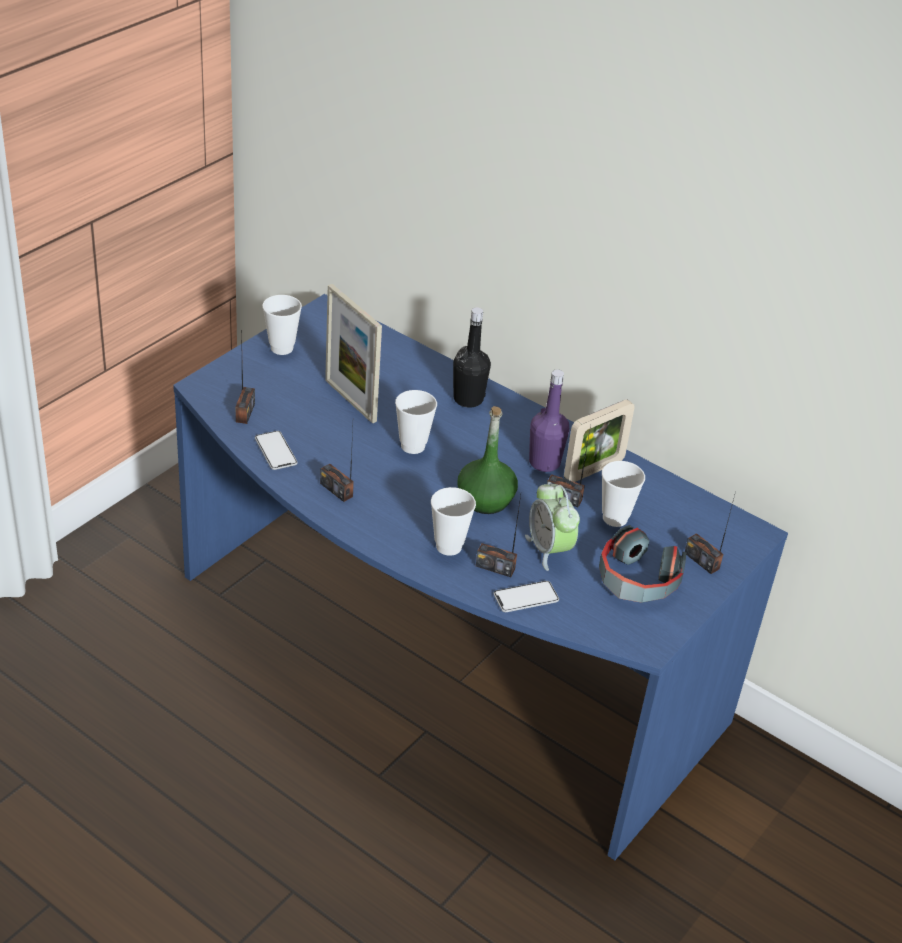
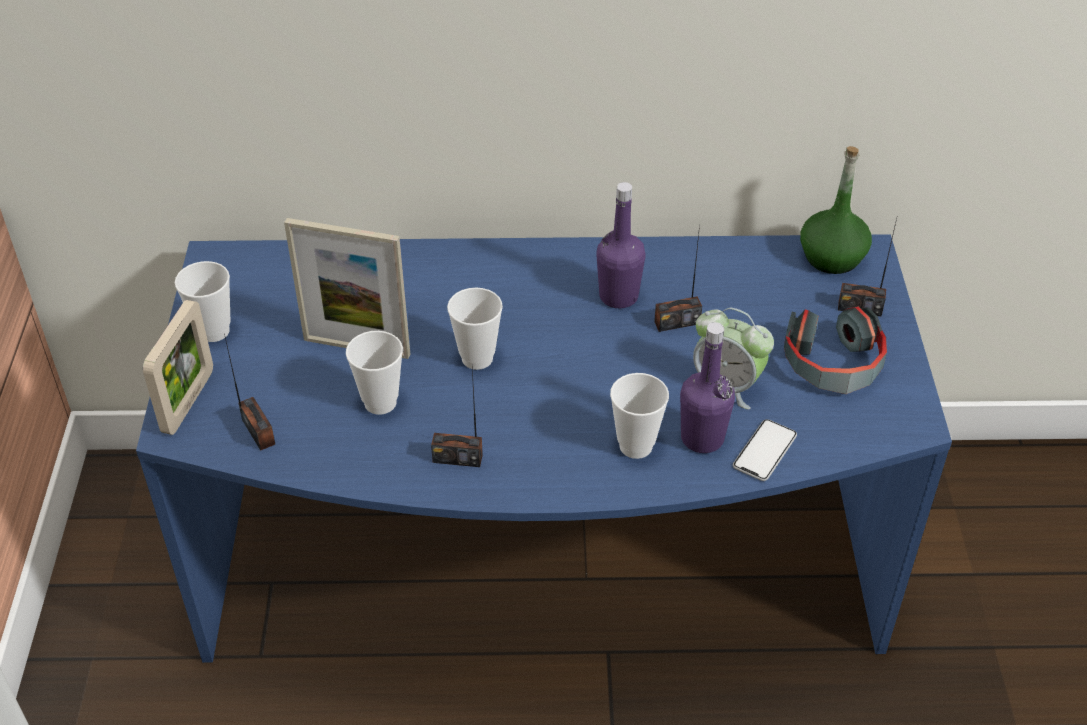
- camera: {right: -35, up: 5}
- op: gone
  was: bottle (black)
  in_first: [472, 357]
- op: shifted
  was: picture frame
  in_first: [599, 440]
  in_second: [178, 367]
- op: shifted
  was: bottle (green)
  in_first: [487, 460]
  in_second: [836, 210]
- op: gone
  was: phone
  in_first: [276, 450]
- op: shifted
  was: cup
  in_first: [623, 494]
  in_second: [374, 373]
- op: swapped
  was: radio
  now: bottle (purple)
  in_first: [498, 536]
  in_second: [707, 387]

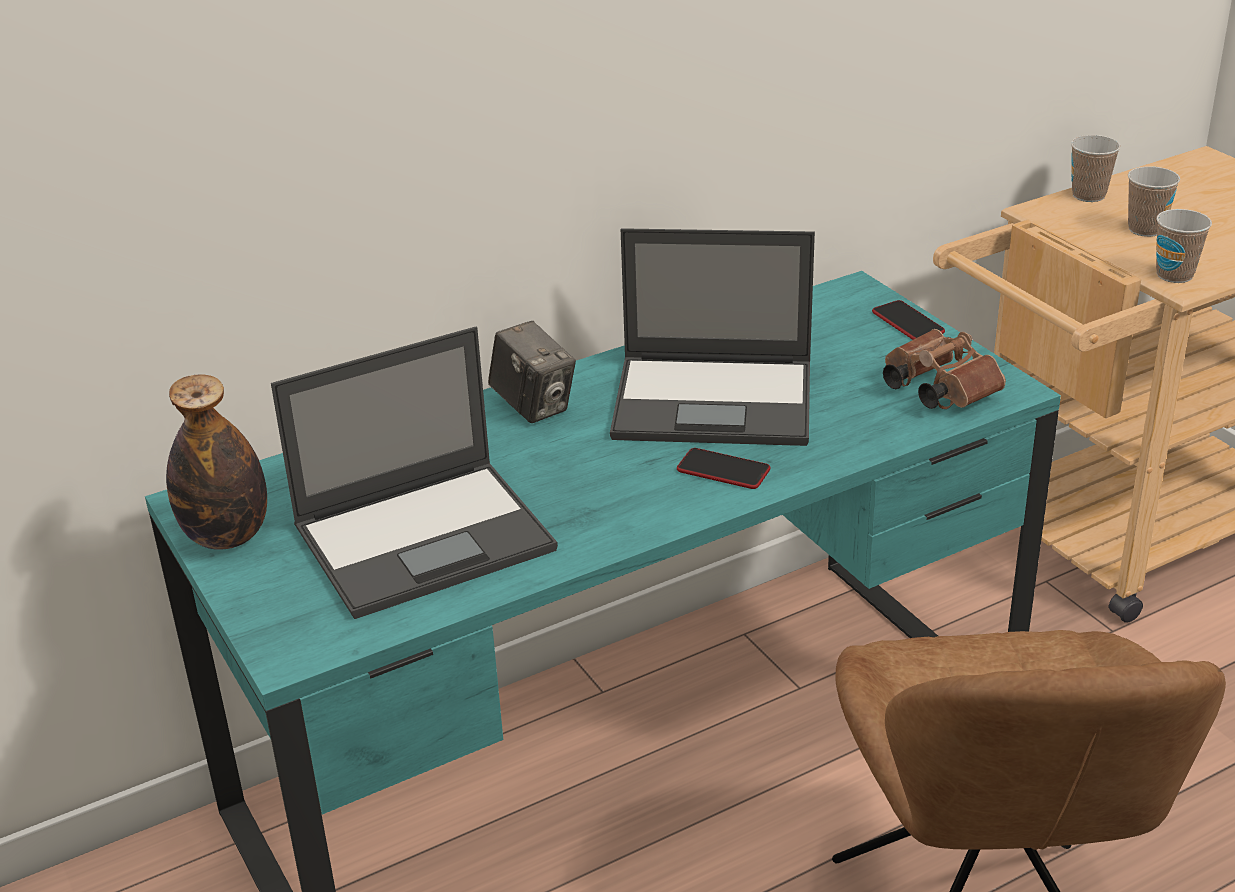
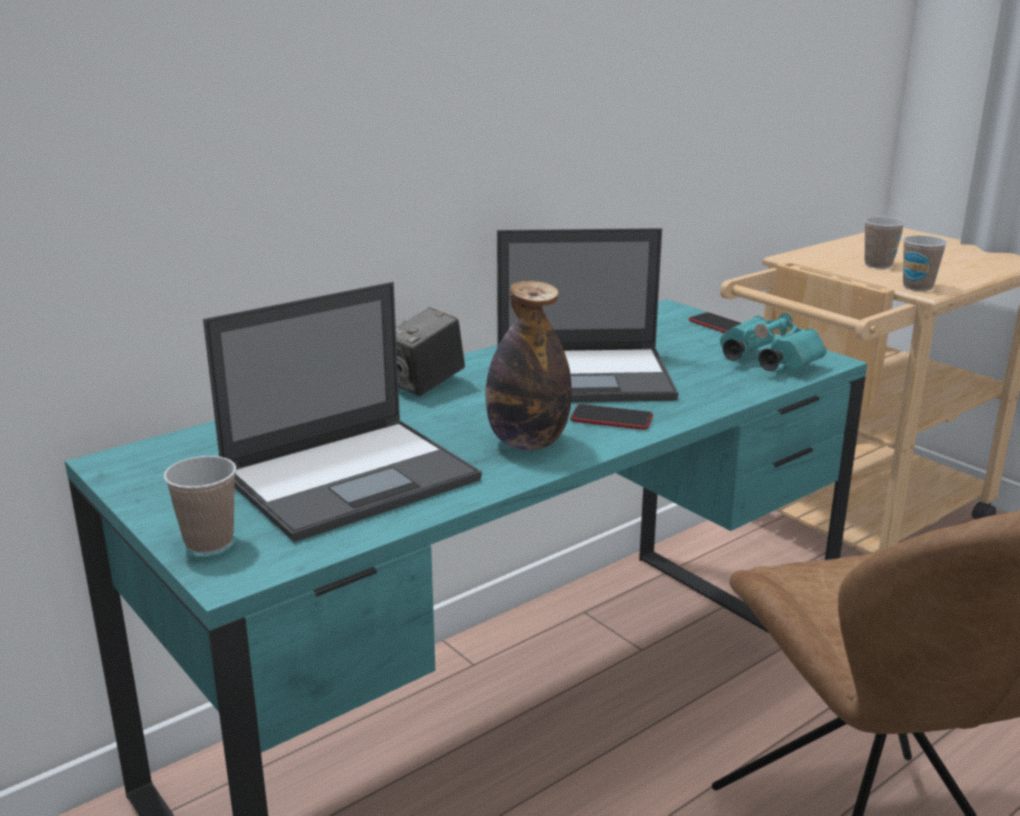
- camera: {right: -10, up: -10}
- op: shifted
  was: cup
  in_first: [1096, 168]
  in_second: [200, 504]
- op: rotated
  was: photo camera
  in_first: [532, 372]
  in_second: [430, 351]
  clockwise: 90
- op: repainted
  was: binoculars (brown)
  now: binoculars (turquoise)
  in_first: [944, 369]
  in_second: [773, 343]
- op: shifted
  was: bottle
  in_first: [216, 462]
  in_second: [528, 365]

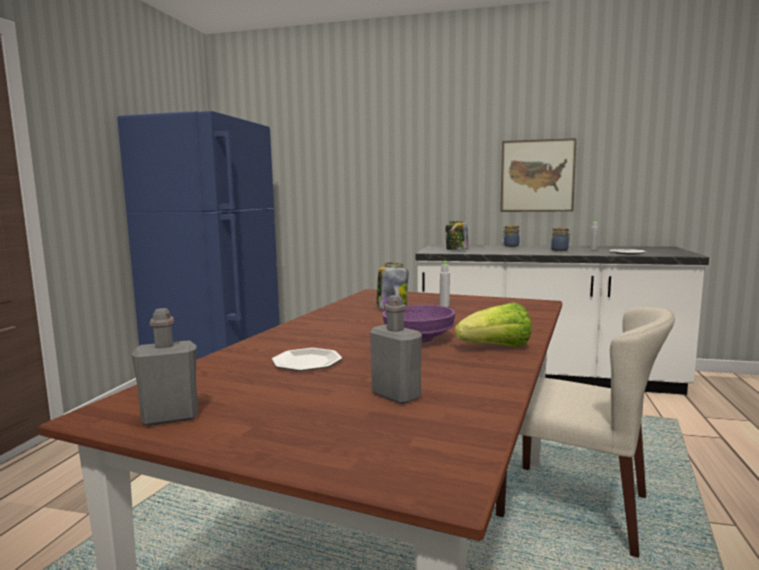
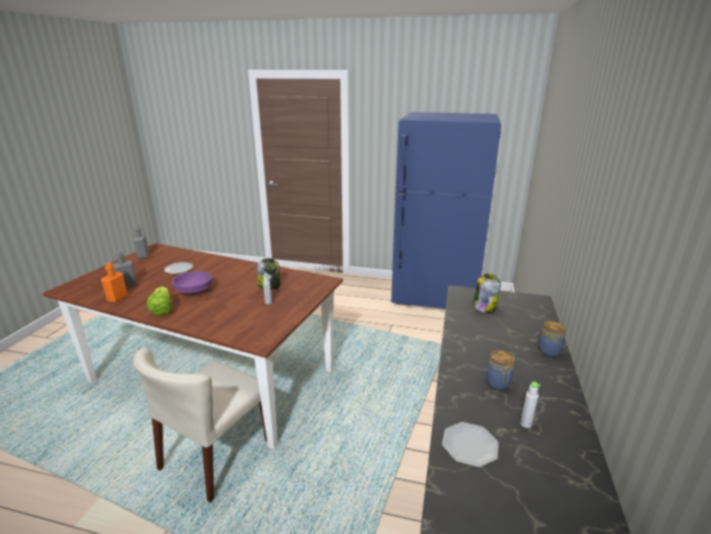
- camera: {right: 90, up: 15}
- op: gone
  was: picture
  in_first: [538, 175]
- op: new
  now: bottle (orange)
  in_second: [114, 283]

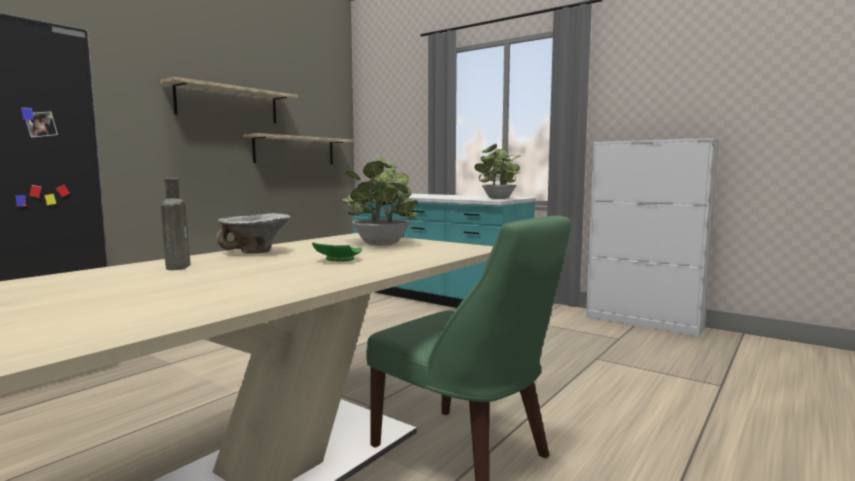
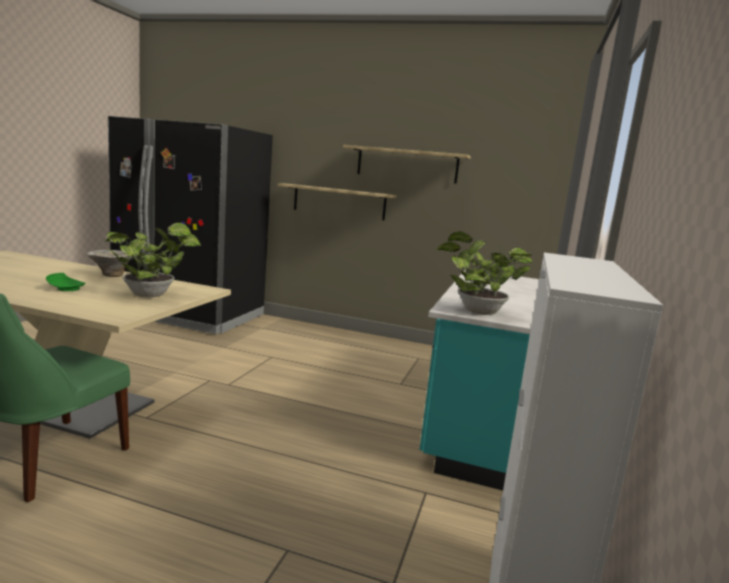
- camera: {right: 70, up: 5}
- op: shifted
  was: shelf
  in_first: [298, 148]
  in_second: [337, 201]
- op: gone
  was: bottle (brown)
  in_first: [176, 224]

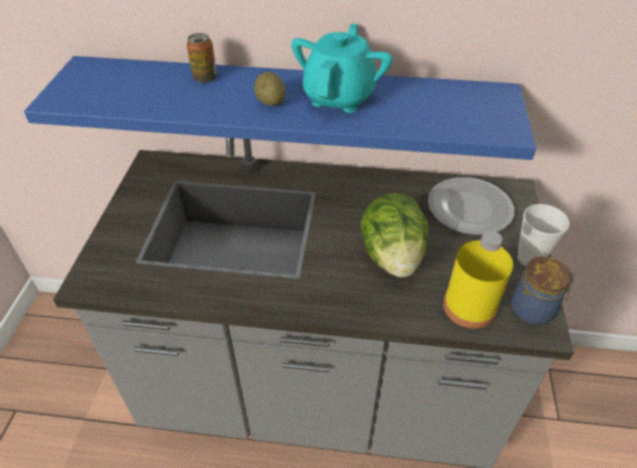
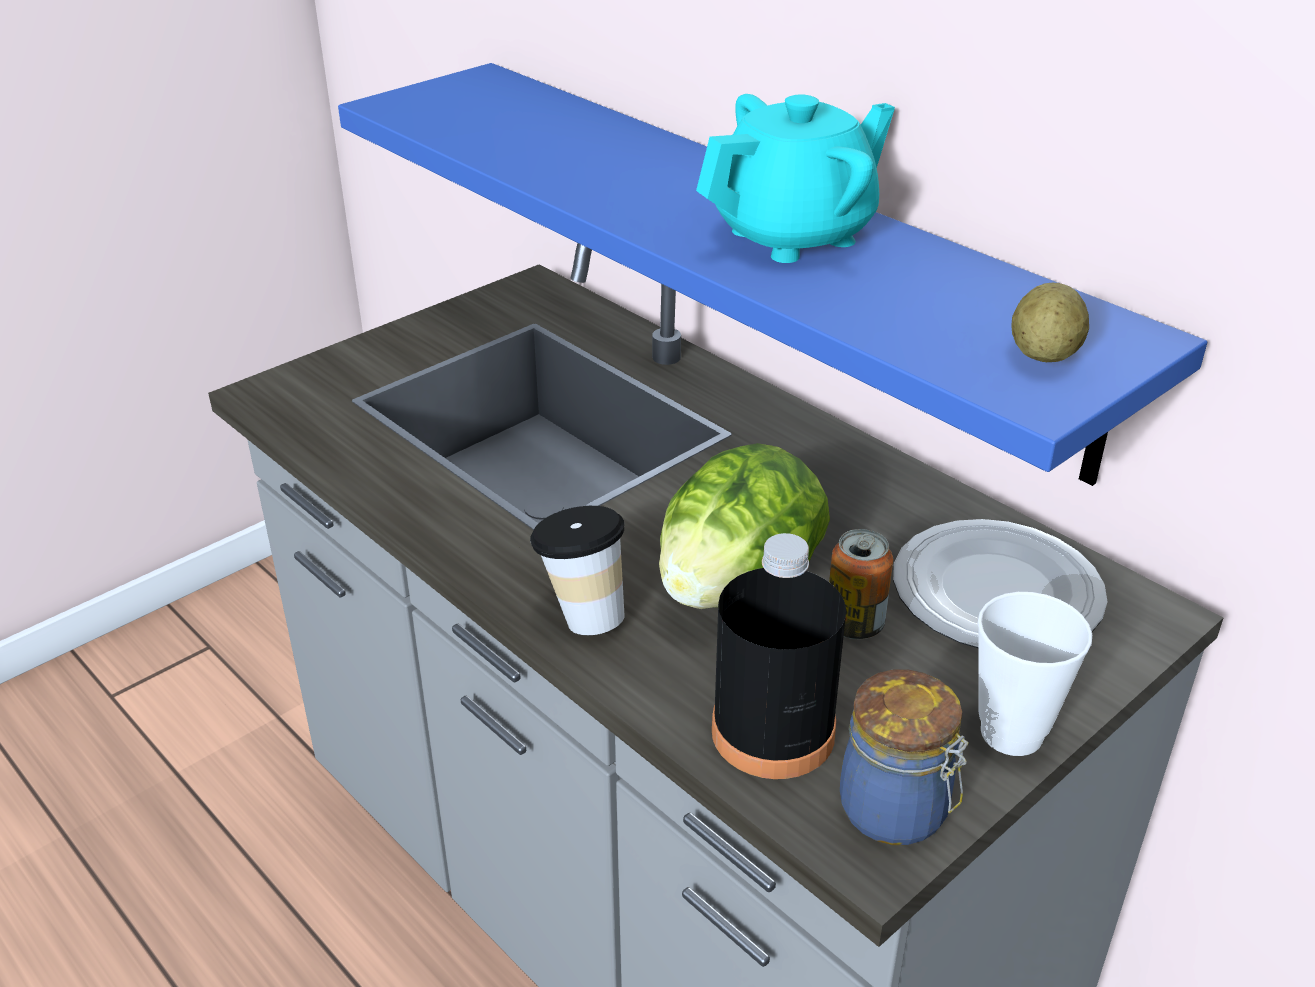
- camera: {right: 40, up: -10}
- op: shifted
  was: can
  in_first: [202, 58]
  in_second: [861, 584]
- op: shifted
  was: potato
  in_first: [269, 89]
  in_second: [1050, 322]
- op: repainted
  was: bottle (yellow)
  now: bottle (black)
  in_first: [478, 280]
  in_second: [779, 656]
- op: new
  now: cup
  in_second: [577, 570]

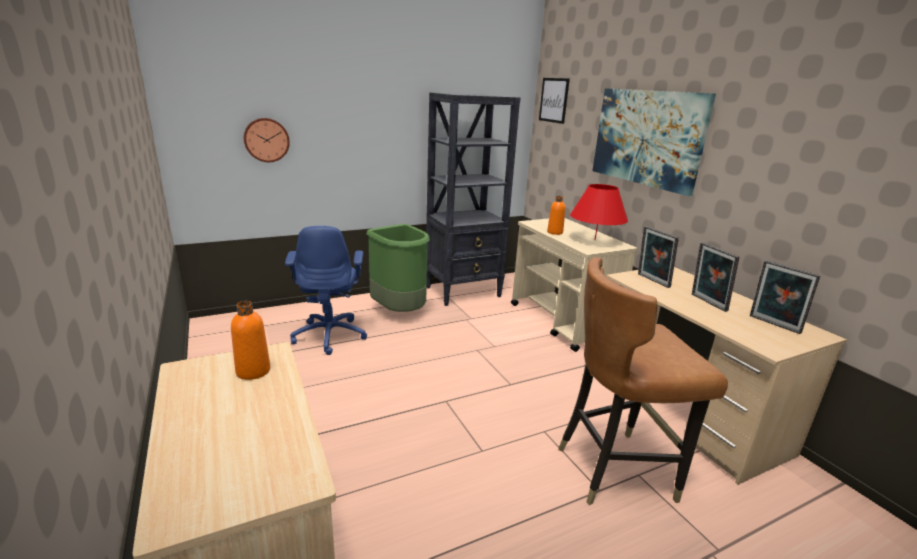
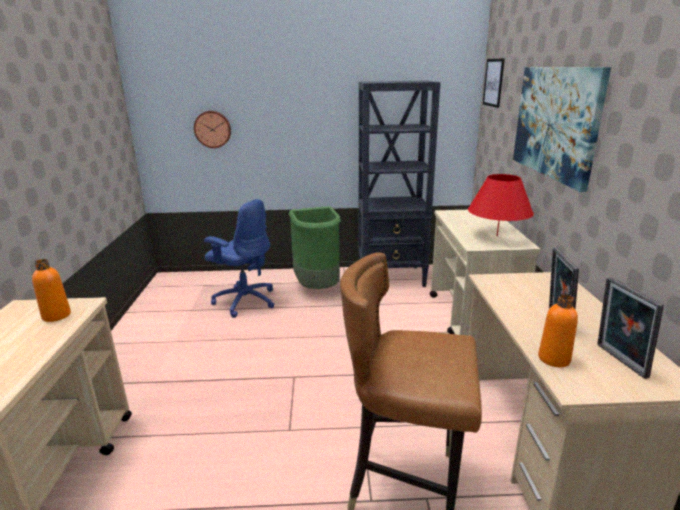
- camera: {right: 25, up: 0}
- op: shifted
  was: bottle (orange)
  in_first: [556, 215]
  in_second: [558, 330]
- op: rotated
  was: office chair (blue)
  in_first: [326, 290]
  in_second: [239, 258]
  clockwise: -75
- op: gone
  was: picture frame
  in_first: [658, 257]

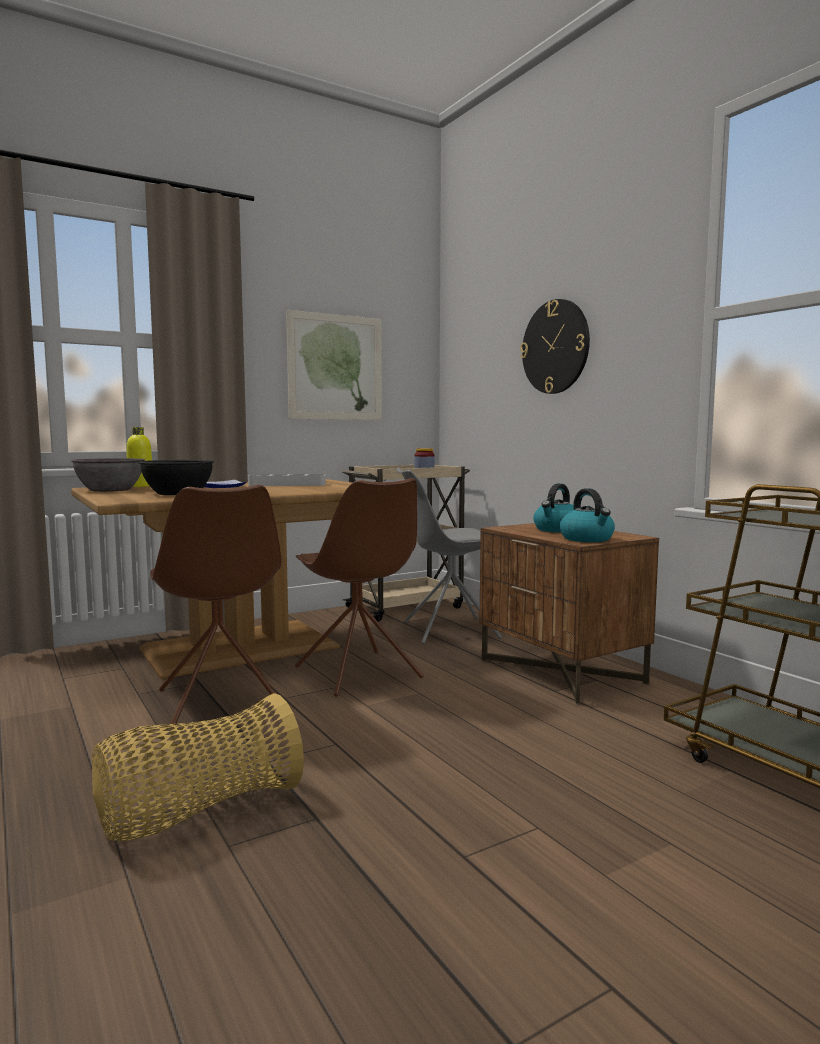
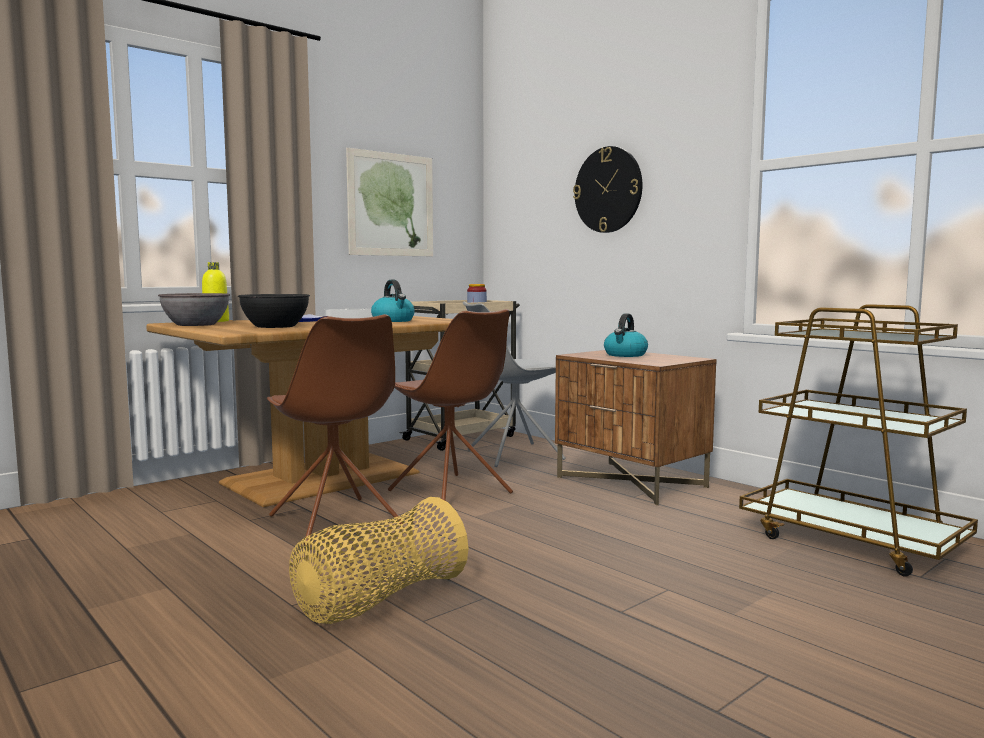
- camera: {right: -10, up: 0}
- op: shifted
  was: kettle
  in_first: [587, 515]
  in_second: [393, 301]

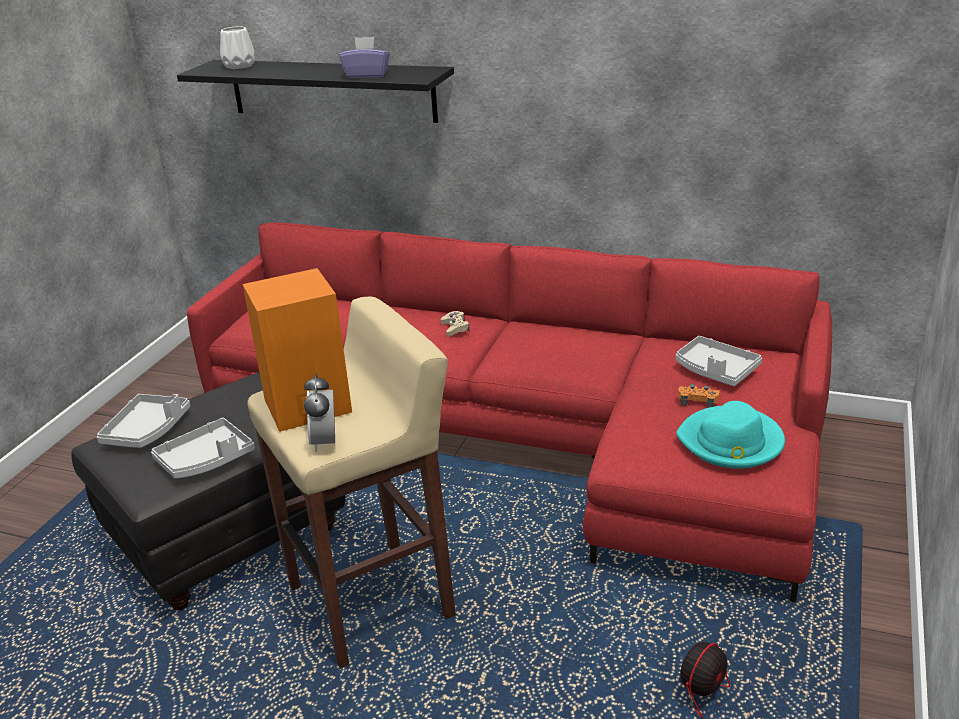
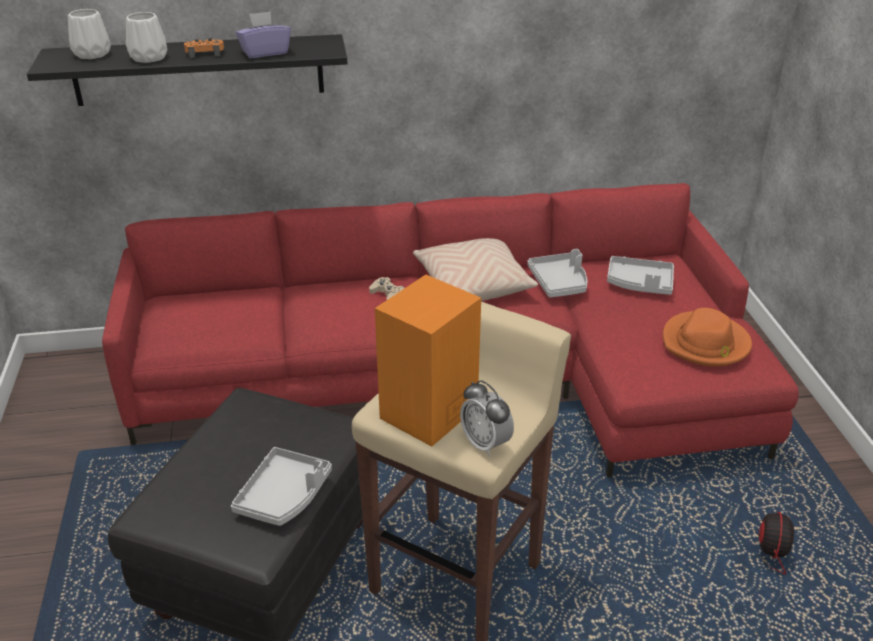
- camera: {right: -30, up: 5}
- op: shifted
  was: game controller (orange)
  in_first: [699, 396]
  in_second: [204, 47]
- op: shifted
  was: tray (grey)
  in_first: [143, 421]
  in_second: [557, 273]
- op: repainted
  was: hat (turquoise)
  now: hat (orange)
  in_first: [730, 435]
  in_second: [707, 337]
- op: new
  now: vase (white)
  in_second: [146, 37]
- op: new
  now: pillow (beige)
  in_second: [475, 269]

